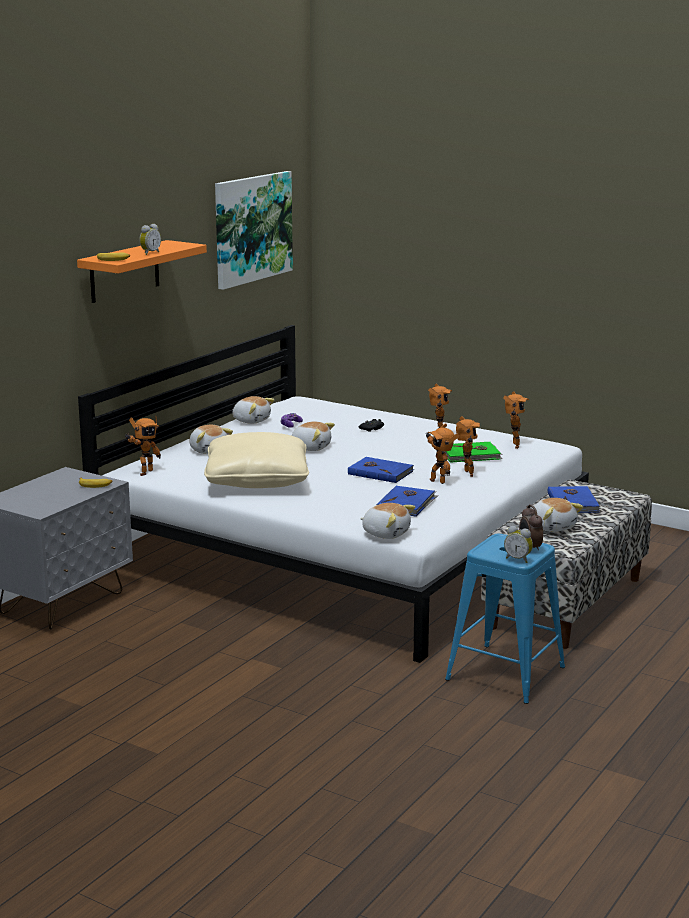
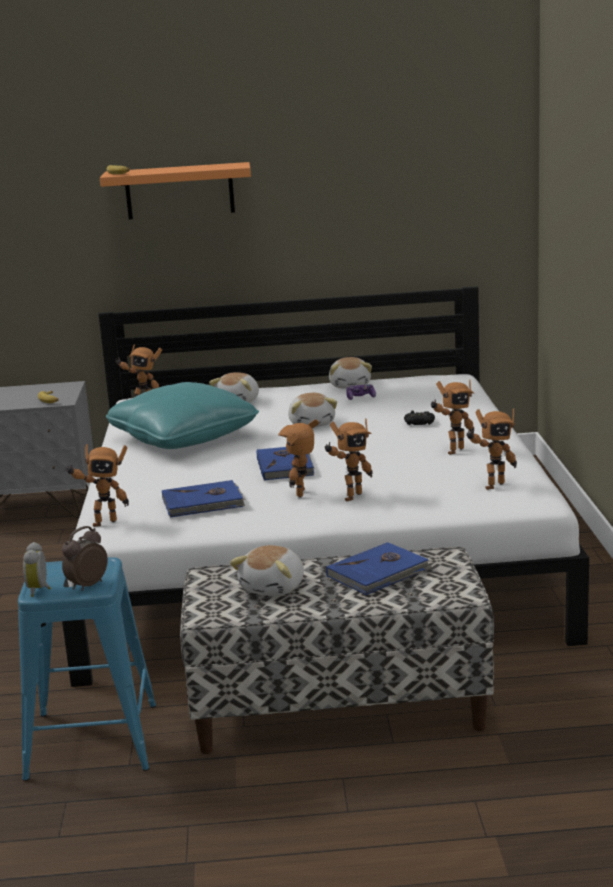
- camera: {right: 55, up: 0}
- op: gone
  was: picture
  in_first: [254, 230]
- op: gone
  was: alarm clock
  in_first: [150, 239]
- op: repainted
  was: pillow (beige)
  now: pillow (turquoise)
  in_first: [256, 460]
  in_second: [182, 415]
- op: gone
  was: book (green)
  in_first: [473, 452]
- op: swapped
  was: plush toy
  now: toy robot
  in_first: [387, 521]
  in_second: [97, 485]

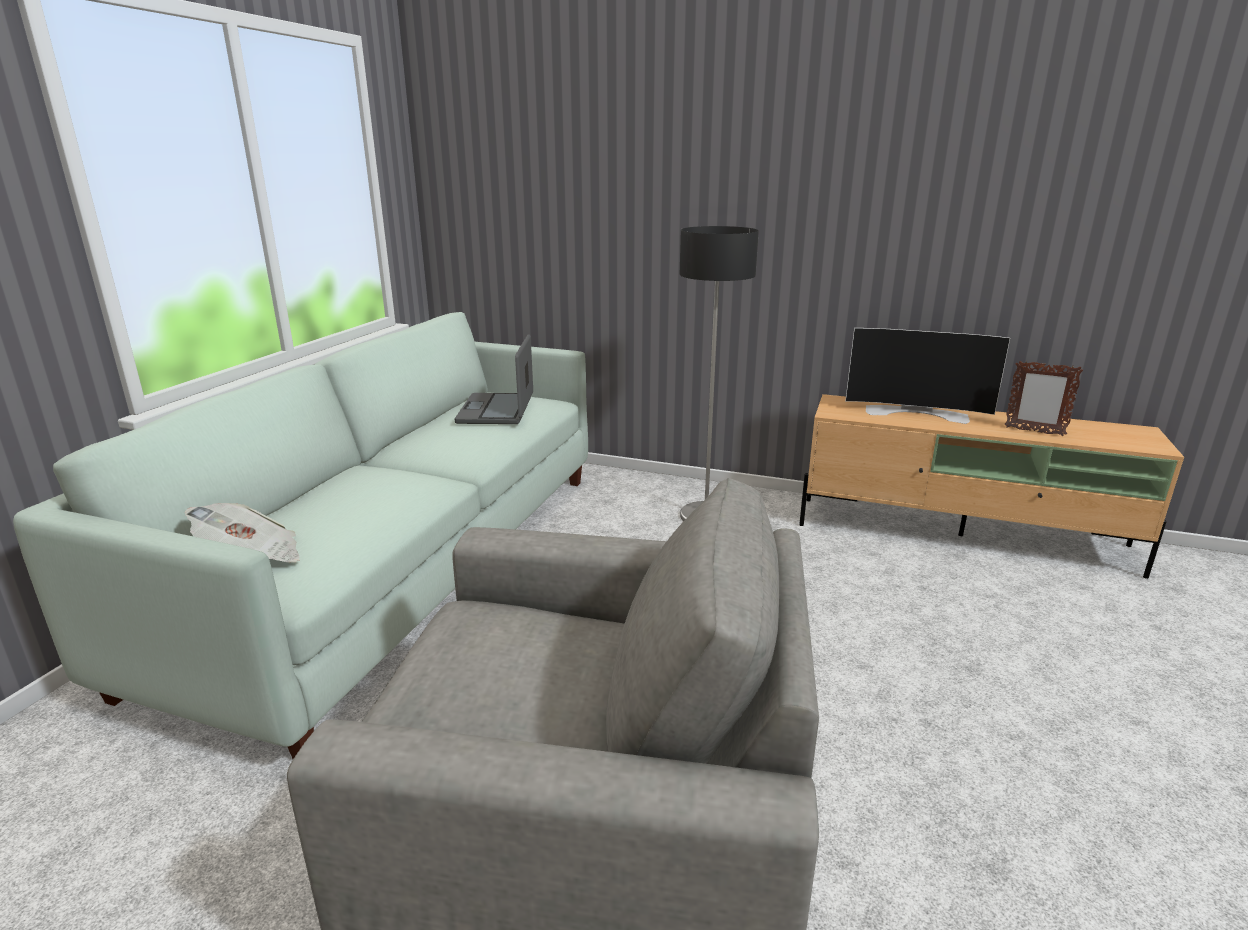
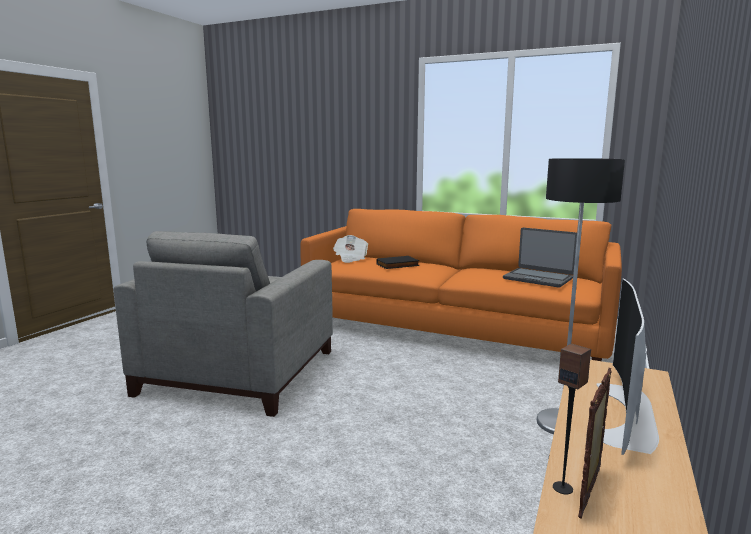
- camera: {right: 95, up: -10}
- op: repainted
  was: sofa (white)
  now: sofa (orange)
  in_first: [300, 535]
  in_second: [461, 285]
- op: rotated
  was: laptop
  in_first: [494, 379]
  in_second: [540, 257]
  clockwise: -150
- op: new
  now: book (black)
  in_second: [397, 262]
- op: new
  now: speaker
  in_second: [572, 419]

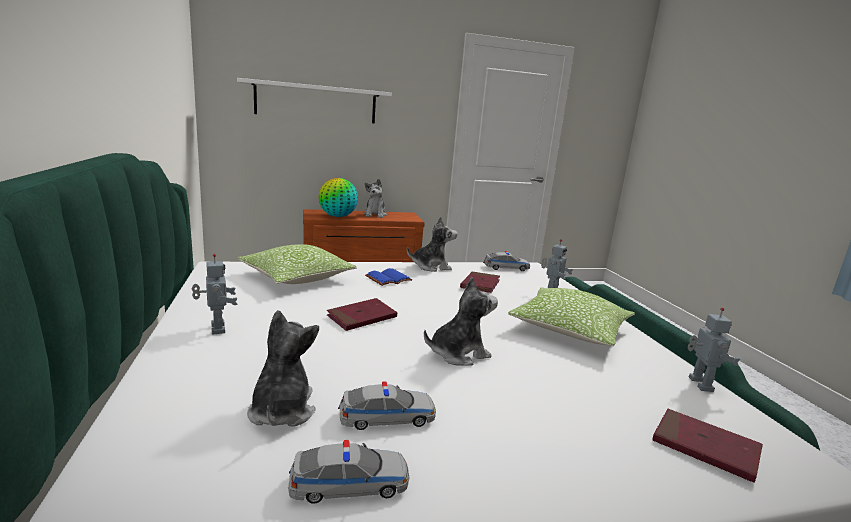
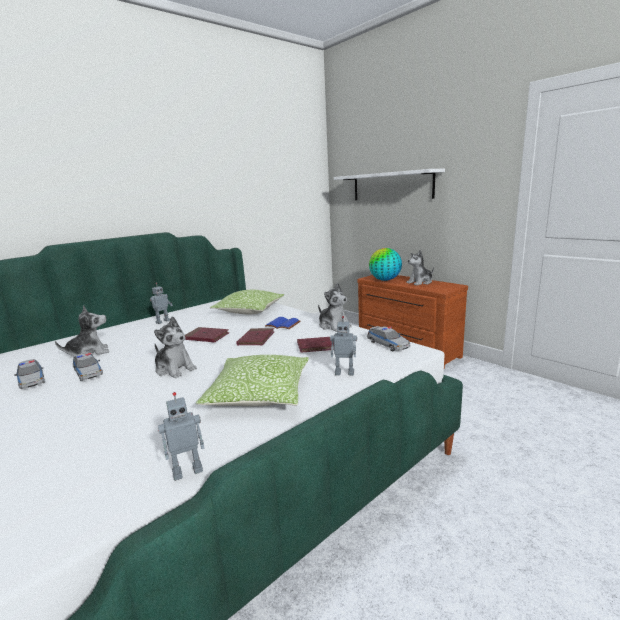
- camera: {right: 65, up: 0}
- op: shifted
  was: book (red)
  in_first: [707, 446]
  in_second: [255, 336]

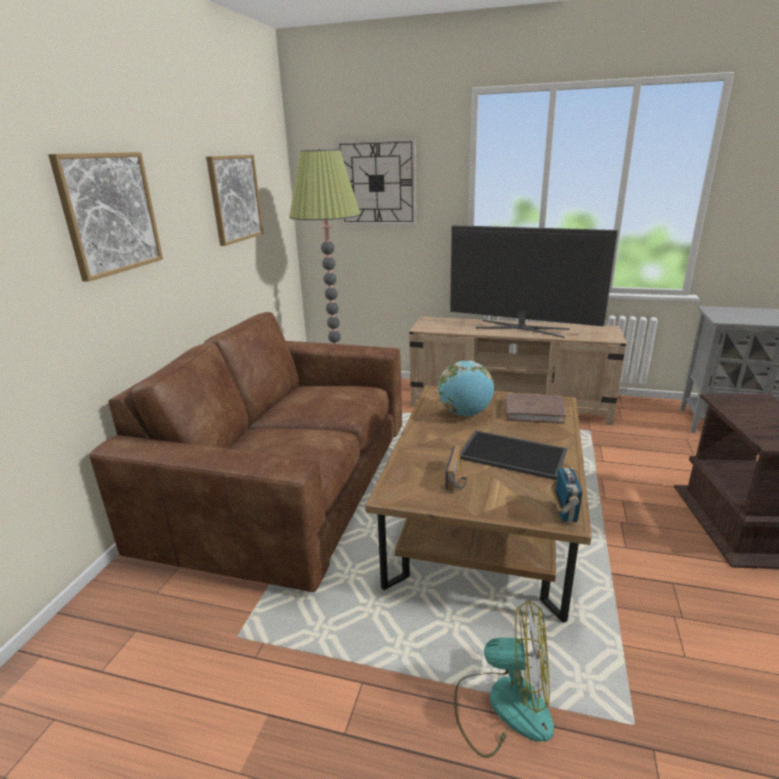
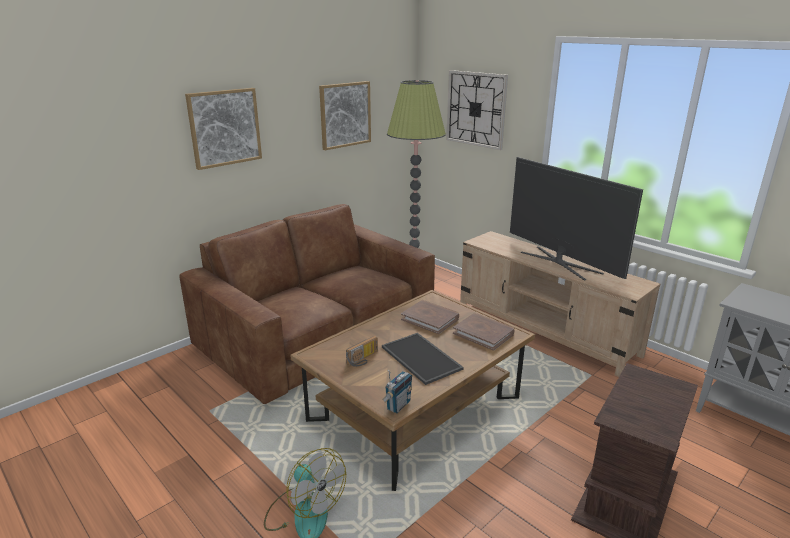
- camera: {right: 30, up: 0}
- op: swapped
  was: globe
  now: book (brown)
  in_first: [466, 388]
  in_second: [430, 317]

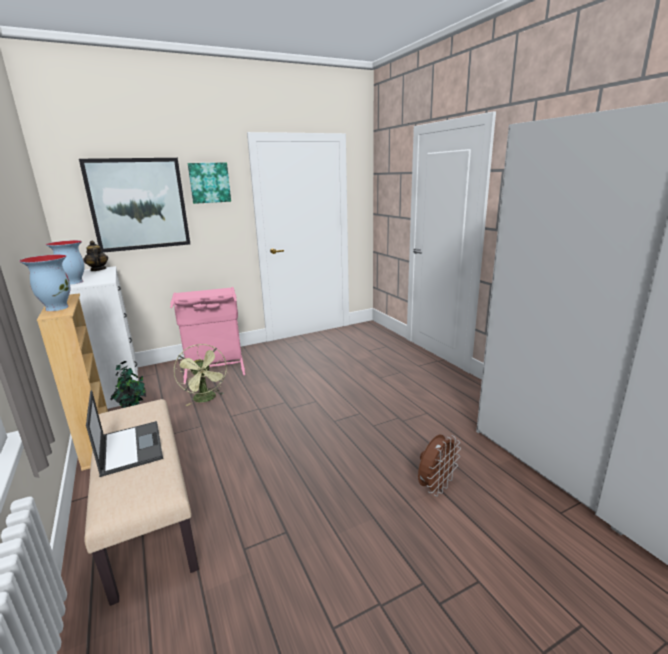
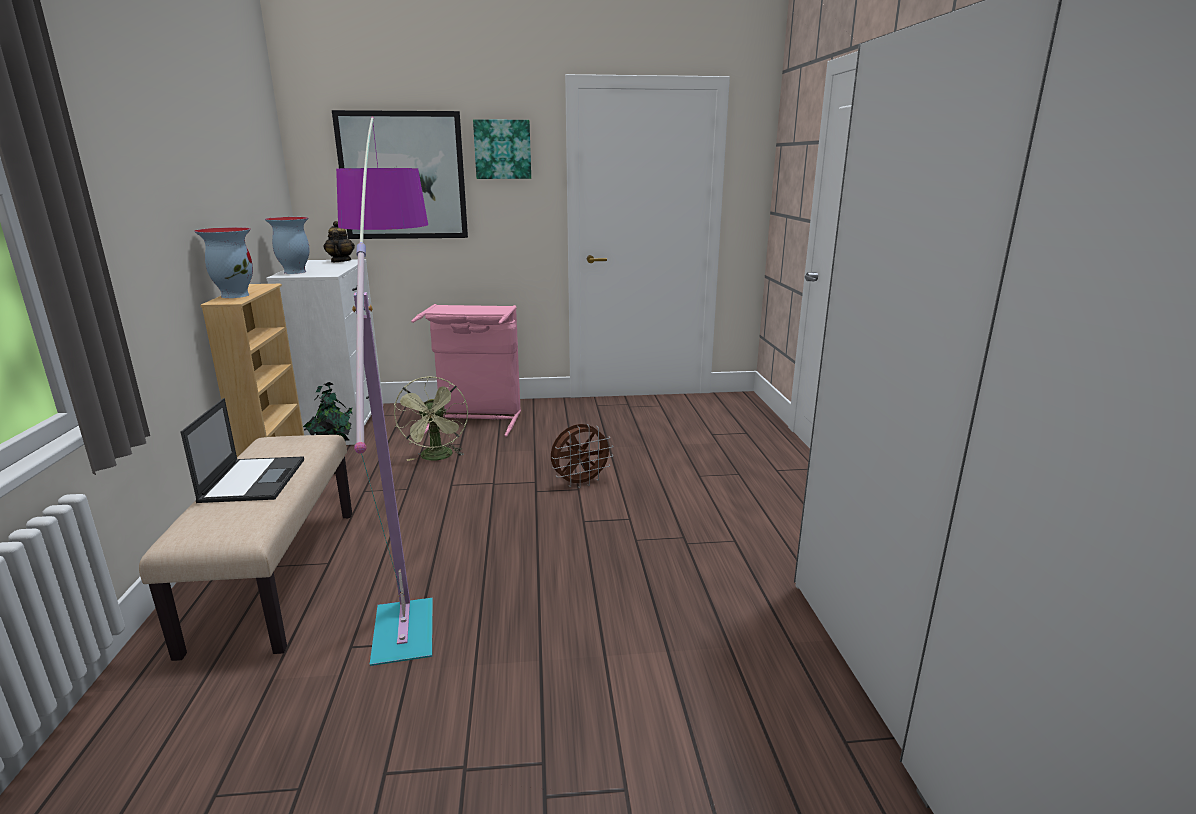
- camera: {right: 20, up: 0}
- op: shifted
  was: fan (brown)
  in_first: [439, 465]
  in_second: [582, 456]
- op: new
  now: floor lamp
  in_second: [384, 391]

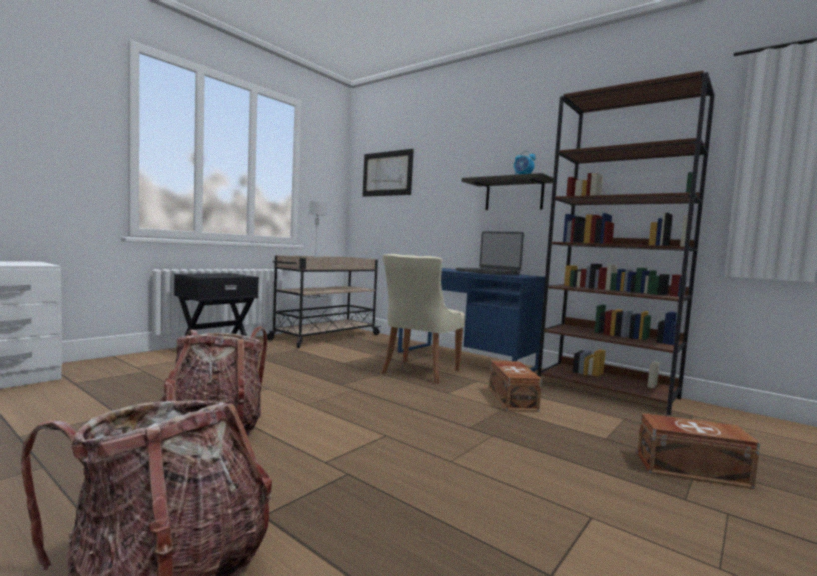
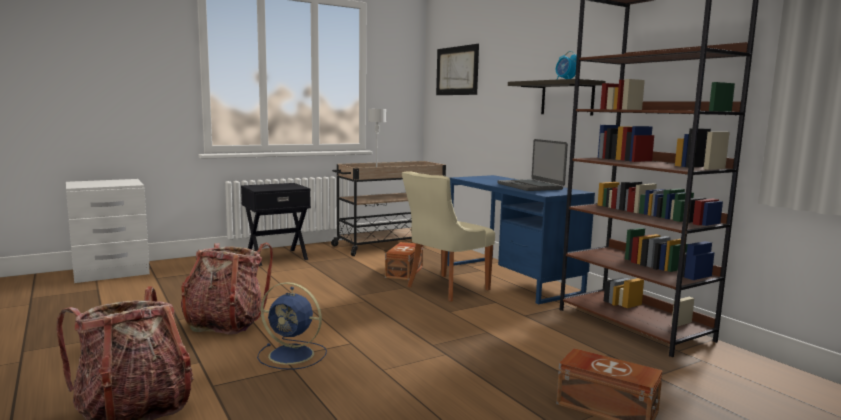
- camera: {right: 20, up: 5}
- op: shifted
  was: storage box (brown)
  in_first: [515, 386]
  in_second: [404, 261]
- op: new
  now: fan (blue)
  in_second: [292, 326]

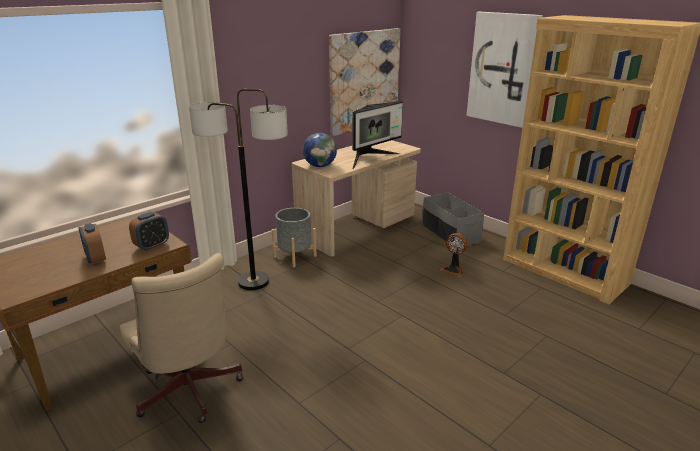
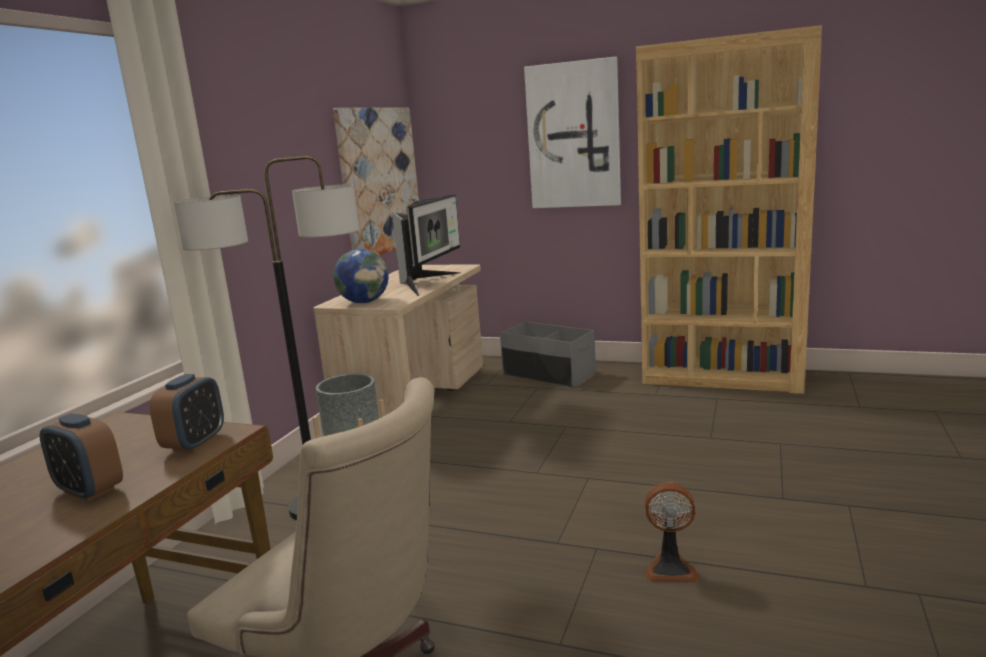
- camera: {right: -25, up: -10}
- op: shifted
  was: fan
  in_first: [453, 255]
  in_second: [671, 532]

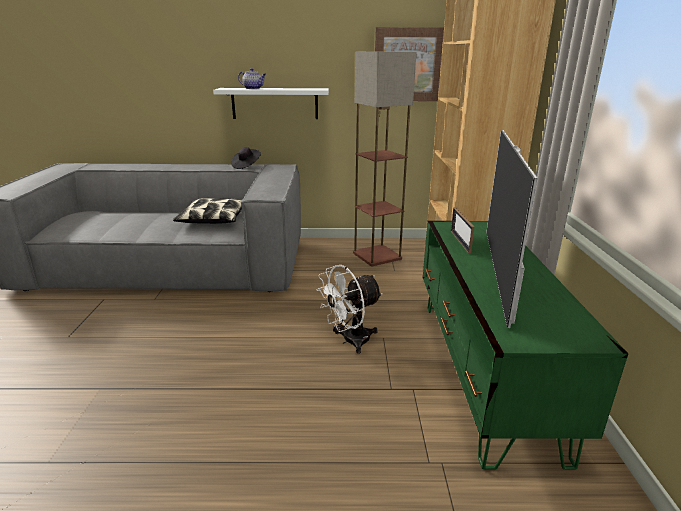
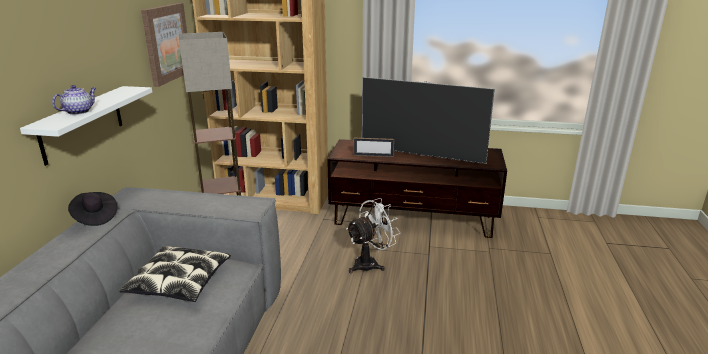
- camera: {right: -80, up: 0}
- op: repainted
  was: tv stand (green)
  now: tv stand (brown)
  in_first: [525, 345]
  in_second: [417, 188]
- op: rotated
  was: fan (white)
  in_first: [350, 309]
  in_second: [373, 235]
  clockwise: -105

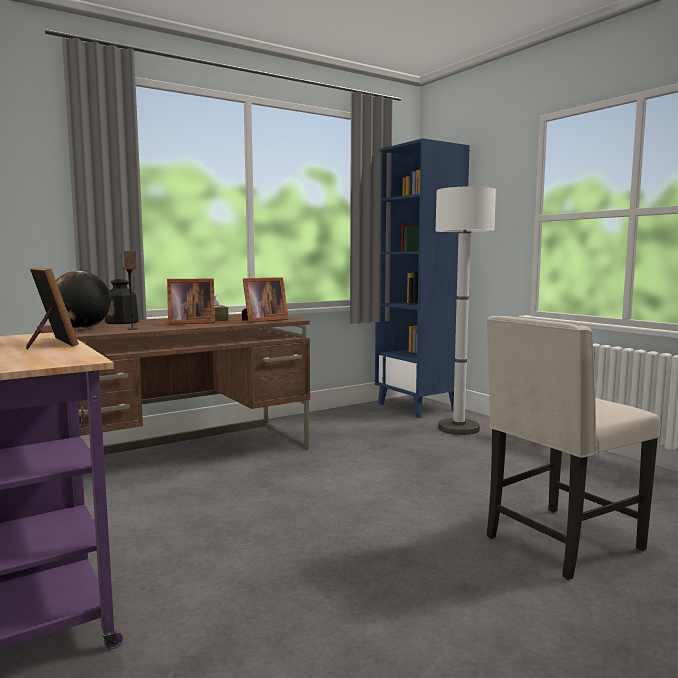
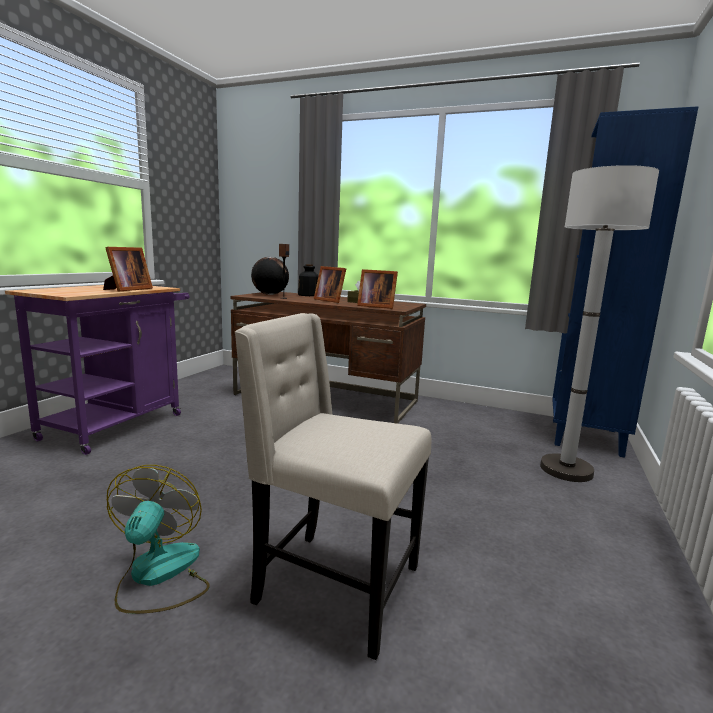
- camera: {right: 55, up: 5}
- op: new
  now: fan
  in_second: [158, 539]

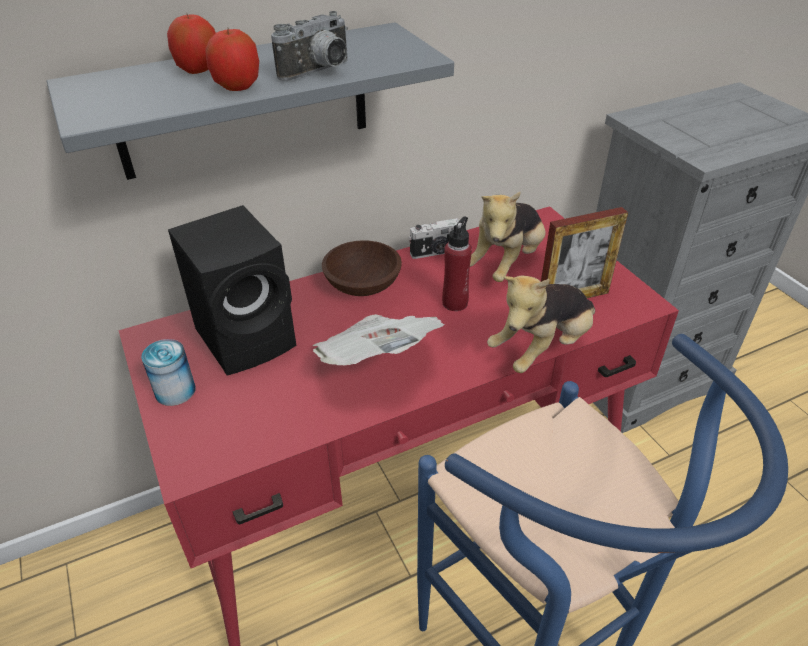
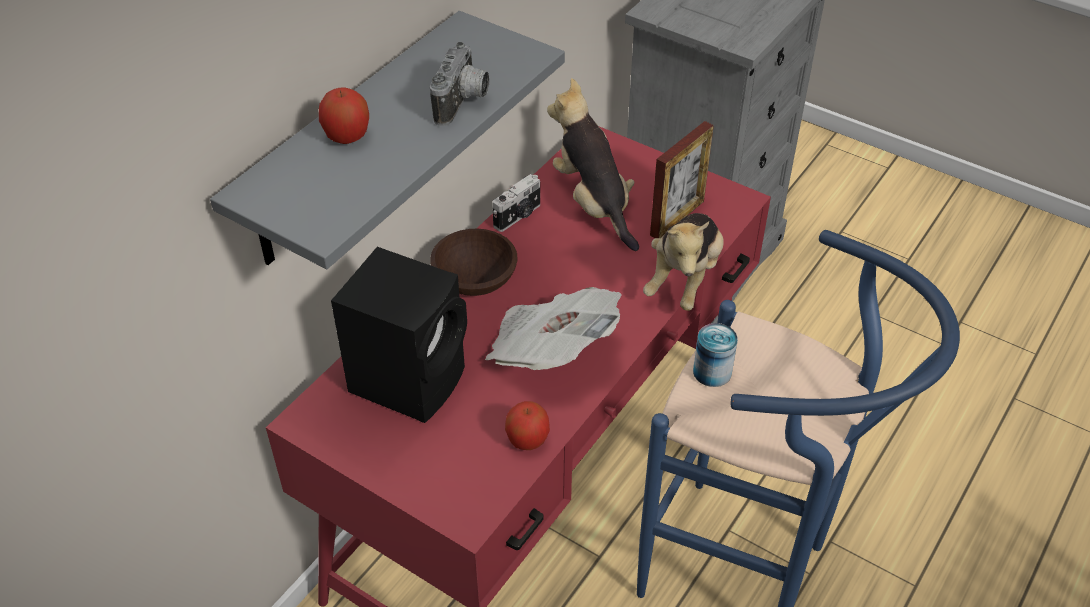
- camera: {right: -30, up: 5}
- op: shifted
  was: apple
  in_first: [232, 60]
  in_second: [527, 425]
- op: rotated
  was: plush toy
  in_first: [507, 237]
  in_second: [593, 164]
  clockwise: 150
- op: gone
  was: bottle (red)
  in_first: [457, 263]
- op: shifted
  was: can
  in_first: [168, 372]
  in_second: [715, 355]

